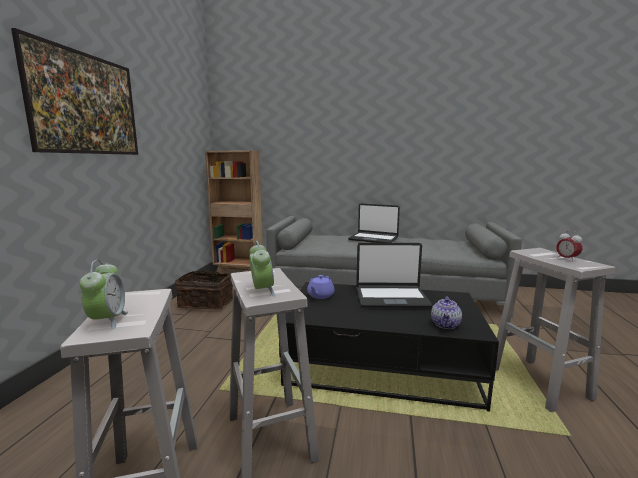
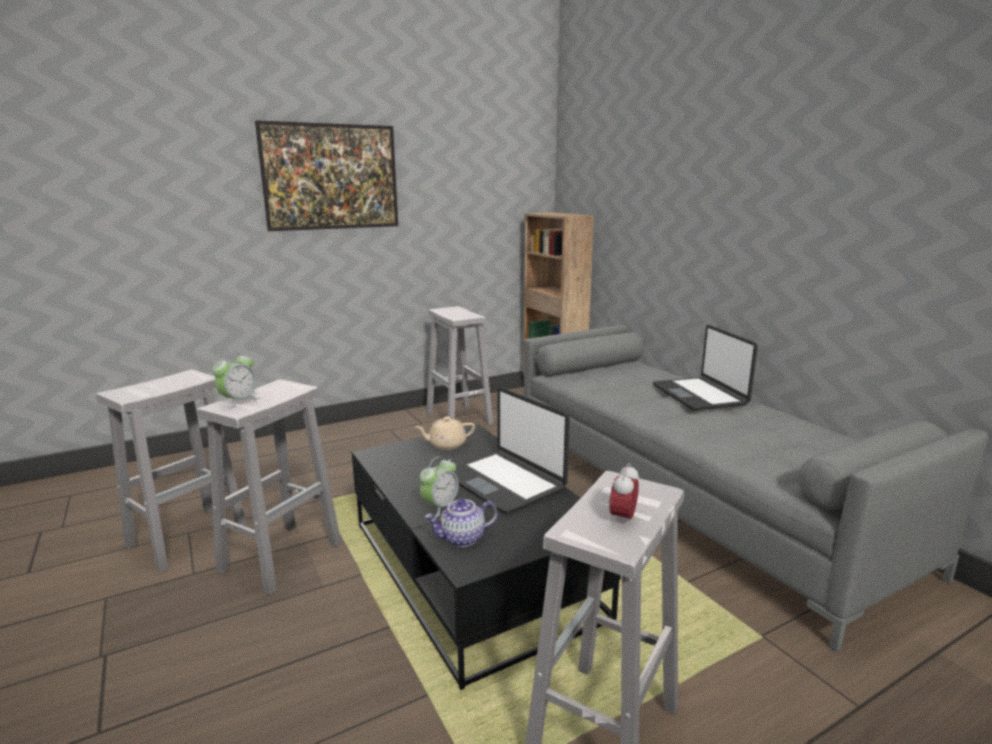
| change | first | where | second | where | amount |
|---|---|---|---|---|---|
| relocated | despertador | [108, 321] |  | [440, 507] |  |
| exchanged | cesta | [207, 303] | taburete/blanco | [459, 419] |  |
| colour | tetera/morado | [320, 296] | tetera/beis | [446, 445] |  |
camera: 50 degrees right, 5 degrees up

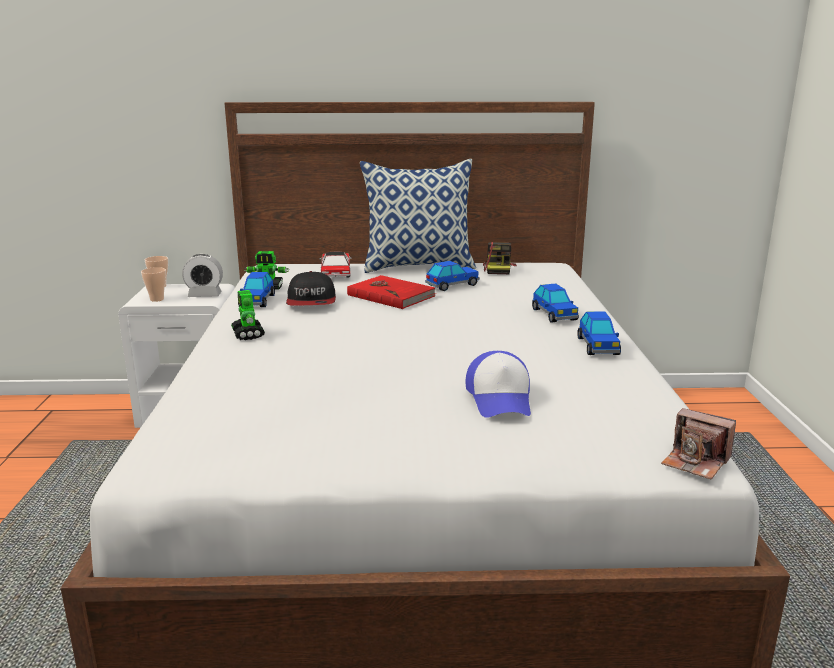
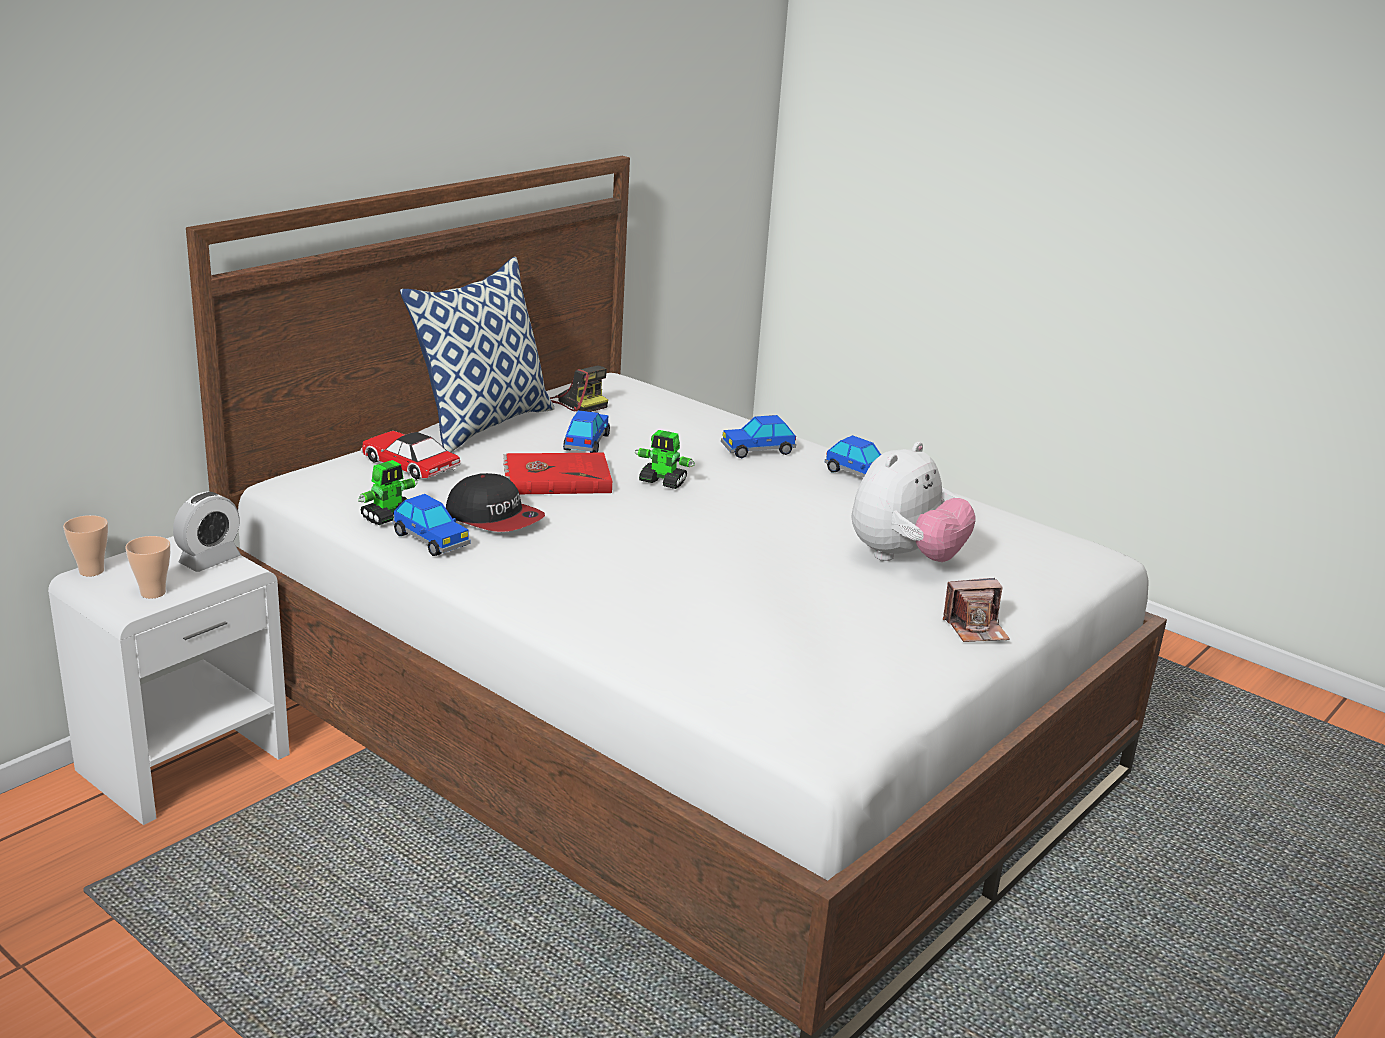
| change | first | where | second | where | amount |
|---|---|---|---|---|---|
| spun | coche de juguete | [554, 315] |  | [757, 450] | 135 degrees clockwise |
| relocated | robot de juguete | [248, 334] |  | [663, 482] |  |
| exchanged | gorra | [500, 399] | peluche | [904, 558] |  |
| relocated | cámara | [695, 462] |  | [975, 628] |  |
camera: 50 degrees left, 5 degrees up

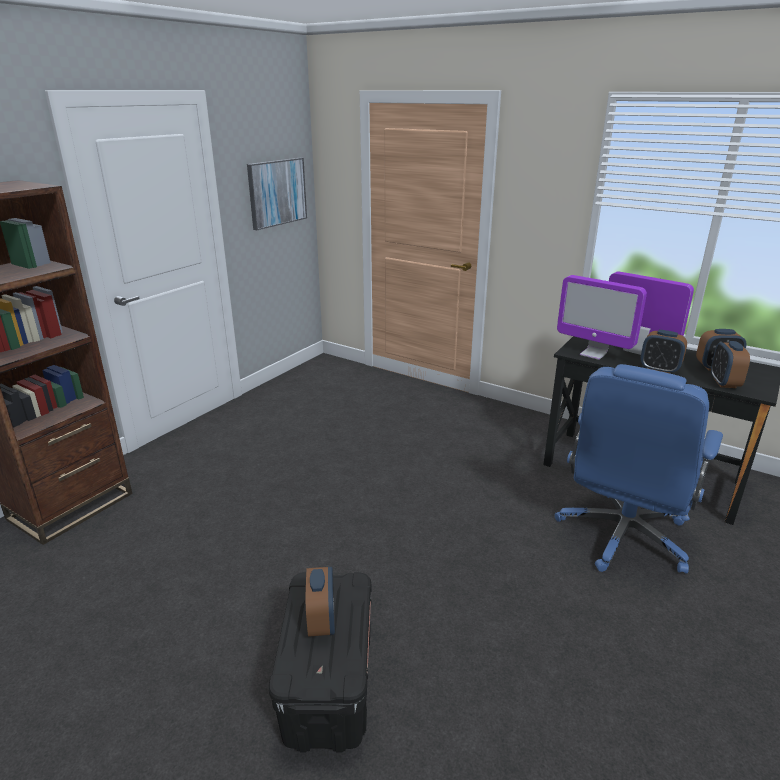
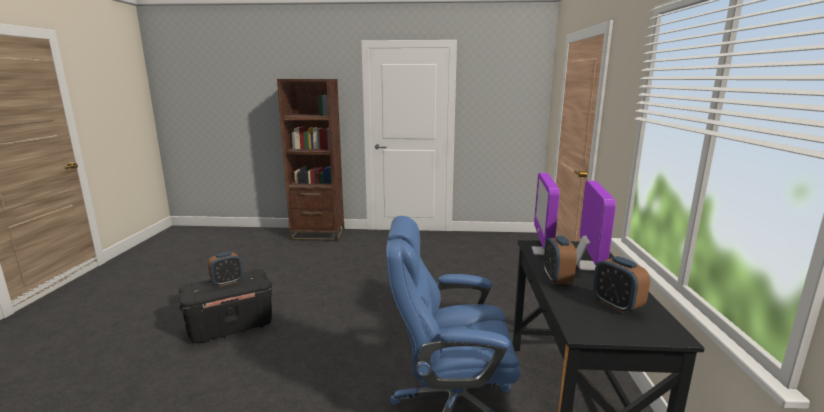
| change | first | where | second | where | amount |
|---|---|---|---|---|---|
| missing | cuadro | [277, 192] |  |  |  |
| missing | despertador | [724, 383] |  |  |  |
camera: 60 degrees right, 10 degrees down

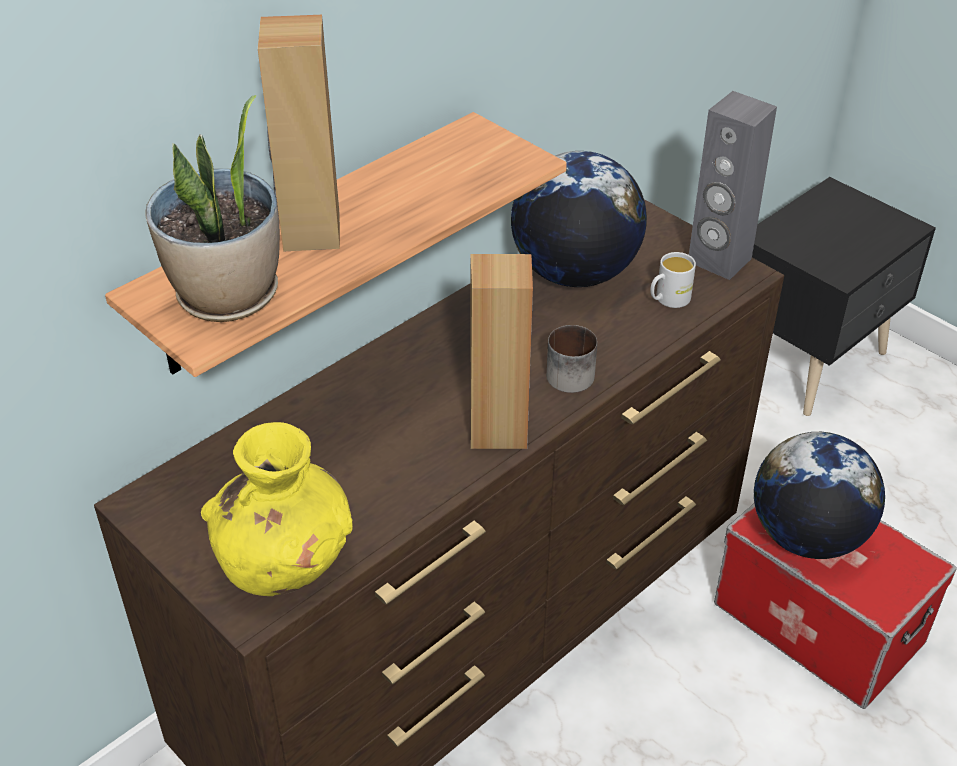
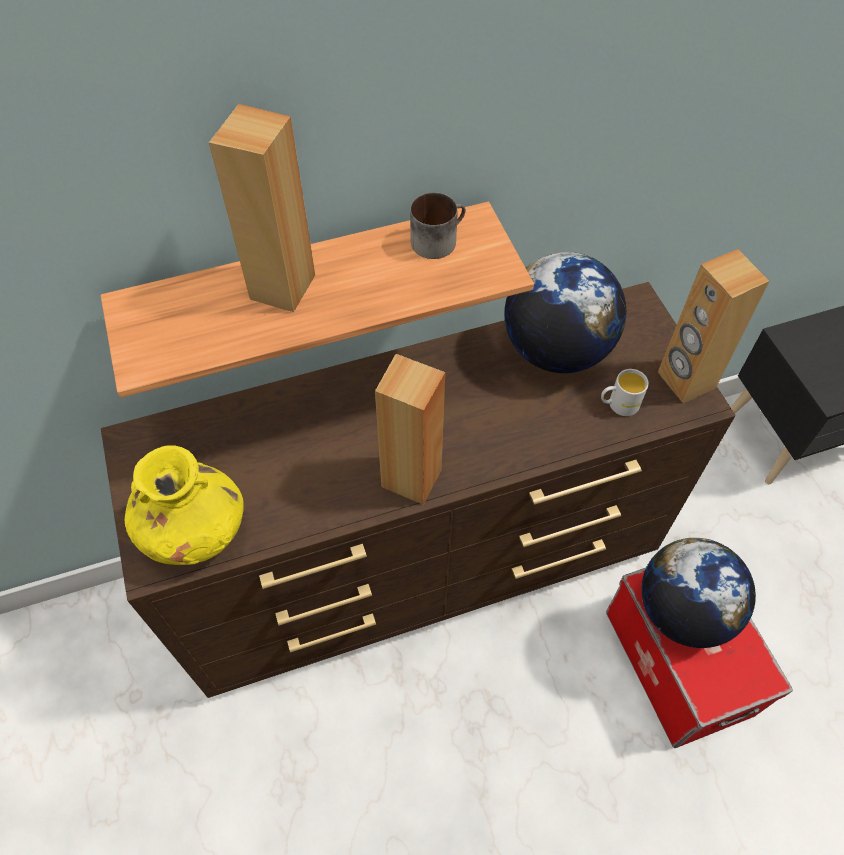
| change | first | where | second | where | amount |
|---|---|---|---|---|---|
| colour | altavoz/gris | [719, 260] | altavoz/marrón | [685, 380] |  |
| missing | planta en maceta | [228, 296] |  |  |  |
| relocated | taza grande | [571, 372] |  | [437, 239] |  |
camera: 25 degrees right, 15 degrees up

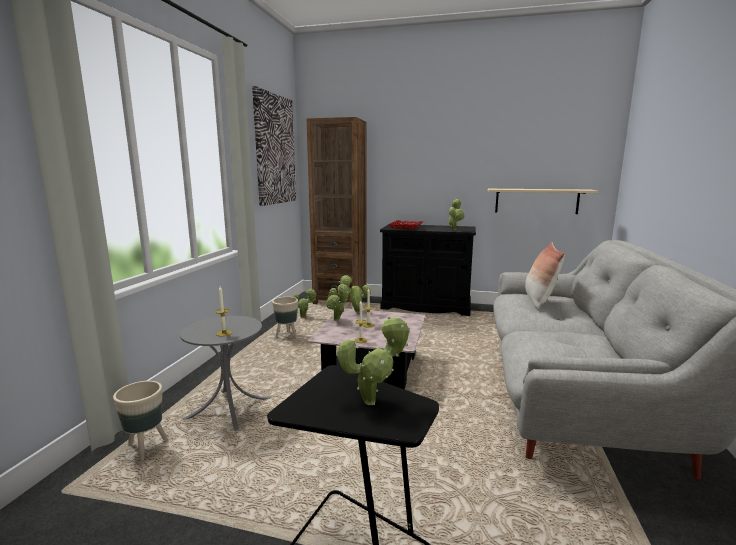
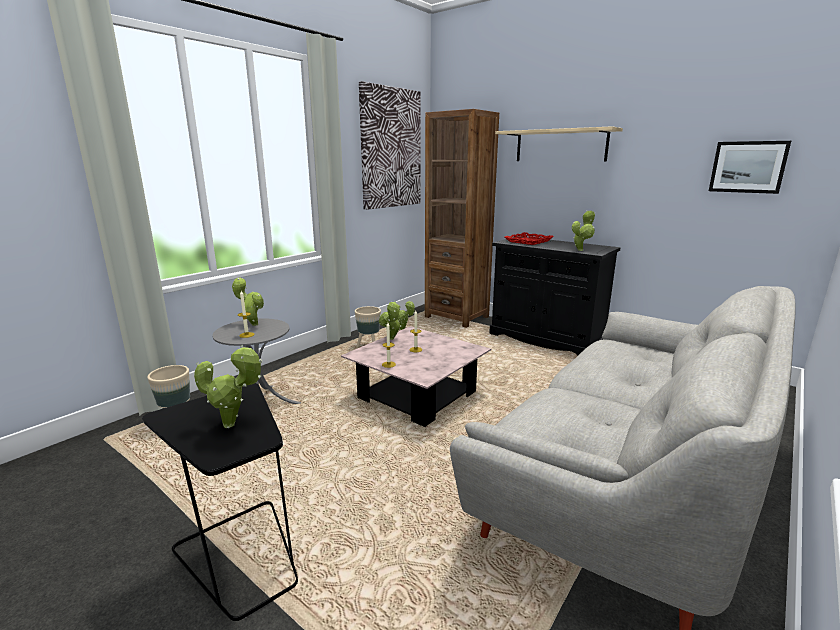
| change | first | where | second | where | amount |
|---|---|---|---|---|---|
| relocated | estante/beis | [536, 201] |  | [560, 146] |  |
| missing | cojín | [539, 300] |  |  |  |
| relocated | planta en maceta | [355, 312] |  | [253, 324] |  |
| appeared |  |  | cuadro | [748, 167] |  |
camera: 25 degrees right, 5 degrees up

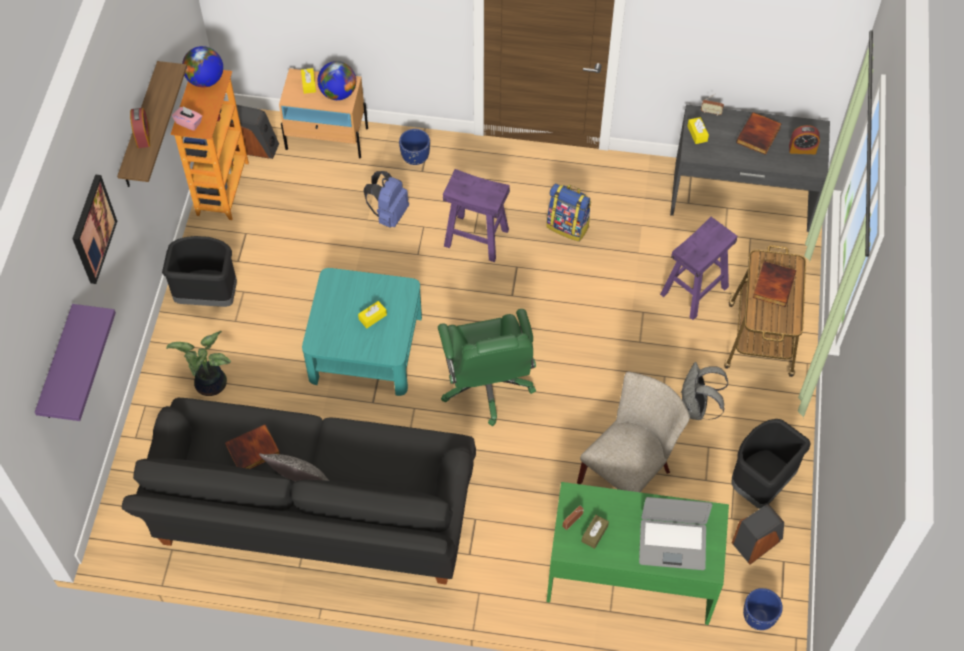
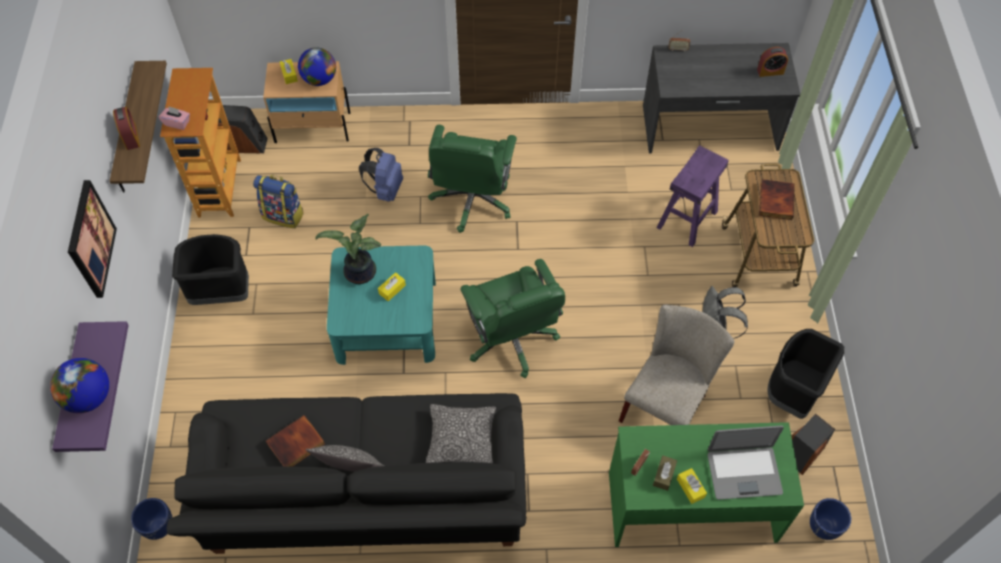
| change | first | where | second | where | amount |
|---|---|---|---|---|---|
| relocated | globo terráqueo | [205, 80] |  | [89, 397] |  |
| missing | libro | [759, 135] |  |  |  |
| relocated | caja de pañuelos/amarillo | [697, 134] |  | [690, 488] |  |
| relocated | maceta/azul | [415, 158] |  | [159, 526] |  |
| exchanged | taburete/morado | [476, 238] | silla de oficina/verde | [472, 200] |  |
| relocated | mochila | [568, 226] |  | [284, 215] |  |
| relocated | planta en maceta | [209, 385] |  | [358, 274] |  |
| appeared |  |  | cojín | [461, 439] |  |
camera: 10 degrees left, 0 degrees up

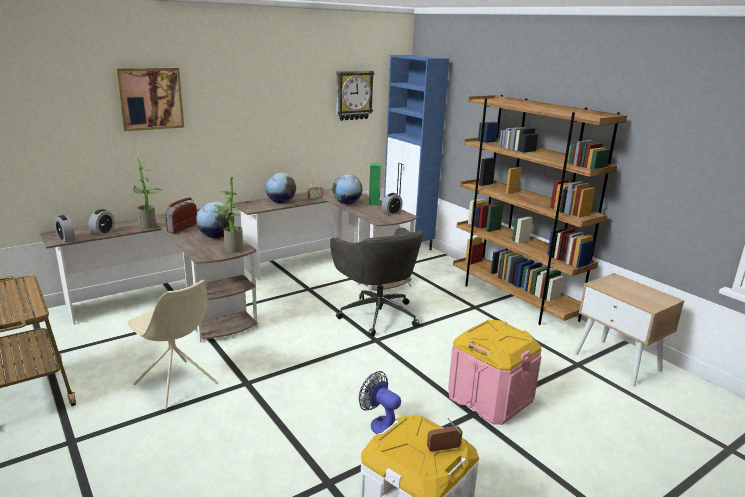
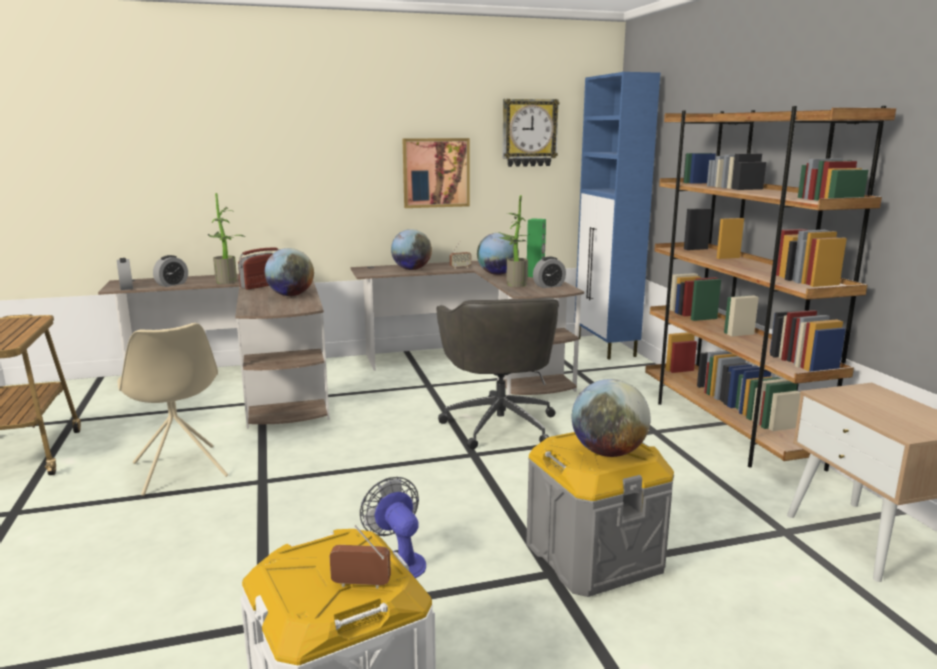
| change | first | where | second | where | amount |
|---|---|---|---|---|---|
| relocated | cuadro | [150, 98] |  | [436, 173] |  |
| relocated | planta en maceta | [231, 249] |  | [513, 284] |  |
| colour | caja de almacenaje/rosa | [490, 398] | caja de almacenaje/gris | [594, 556] |  |
| appeared |  |  | globo terráqueo | [608, 452] |  |
camera: 20 degrees right, 5 degrees down

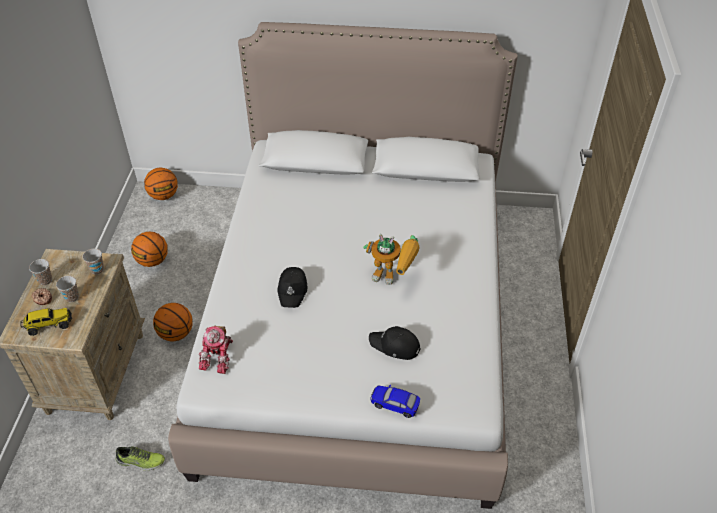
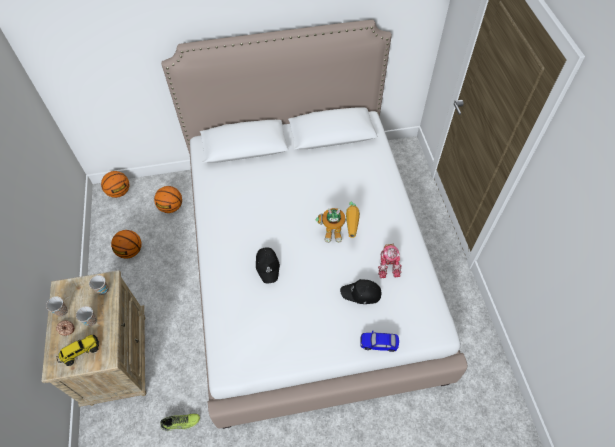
| change | first | where | second | where | amount |
|---|---|---|---|---|---|
| relocated | balón de baloncesto | [176, 333] |  | [171, 207] |  |
| relocated | robot de juguete | [219, 356] |  | [388, 264] |  |
camera: 15 degrees left, 10 degrees up

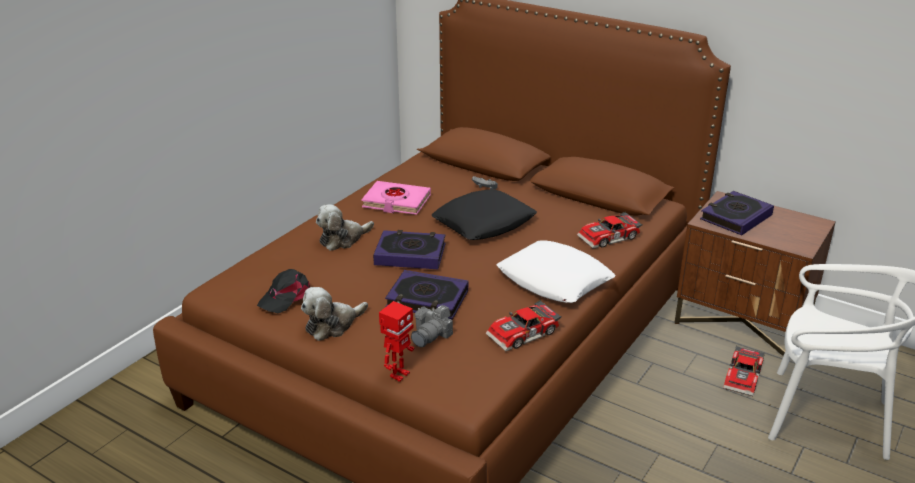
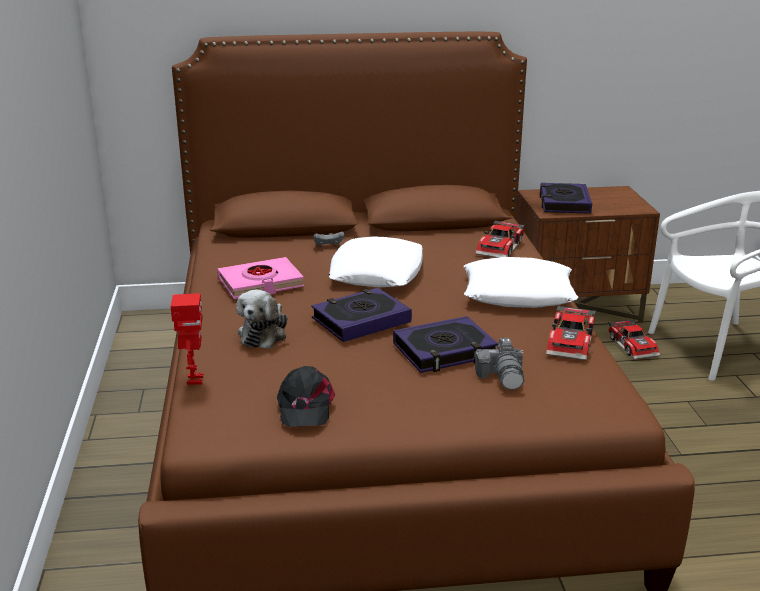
| change | first | where | second | where | amount |
|---|---|---|---|---|---|
| colour | cojín/negro | [483, 223] | cojín/blanco | [377, 272] |  |
| missing | peluche | [332, 325] |  |  |  |
| relocated | robot de juguete | [398, 374] |  | [194, 380] |  |
camera: 40 degrees left, 5 degrees down

